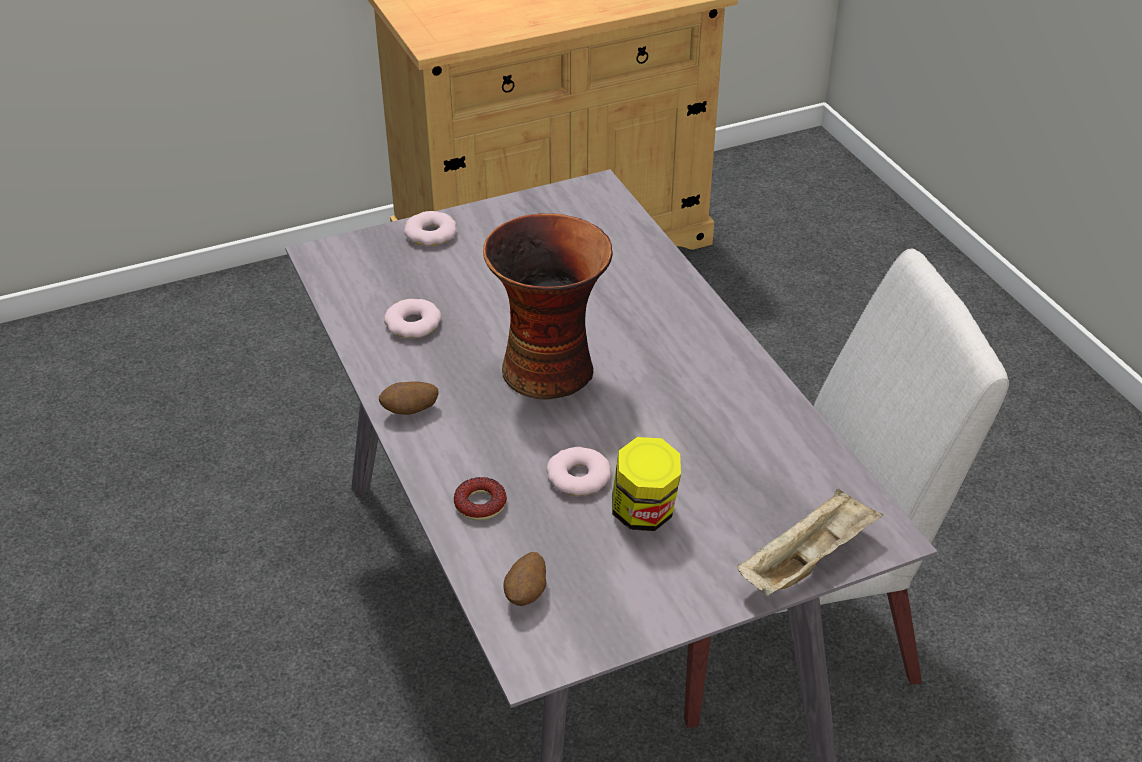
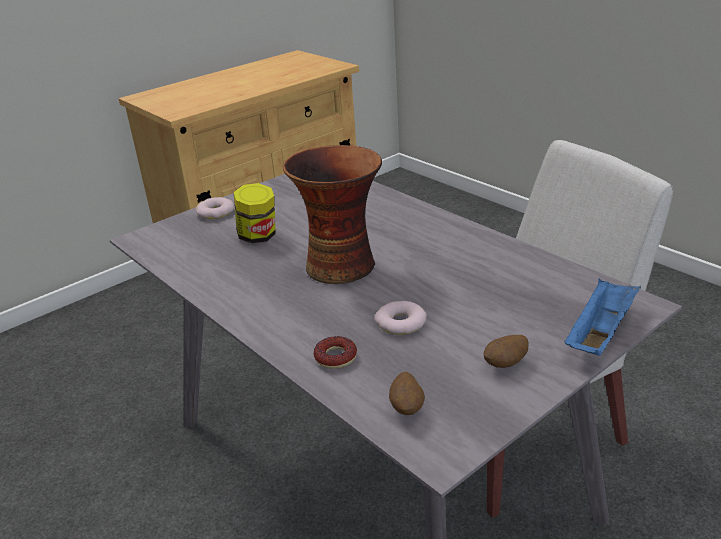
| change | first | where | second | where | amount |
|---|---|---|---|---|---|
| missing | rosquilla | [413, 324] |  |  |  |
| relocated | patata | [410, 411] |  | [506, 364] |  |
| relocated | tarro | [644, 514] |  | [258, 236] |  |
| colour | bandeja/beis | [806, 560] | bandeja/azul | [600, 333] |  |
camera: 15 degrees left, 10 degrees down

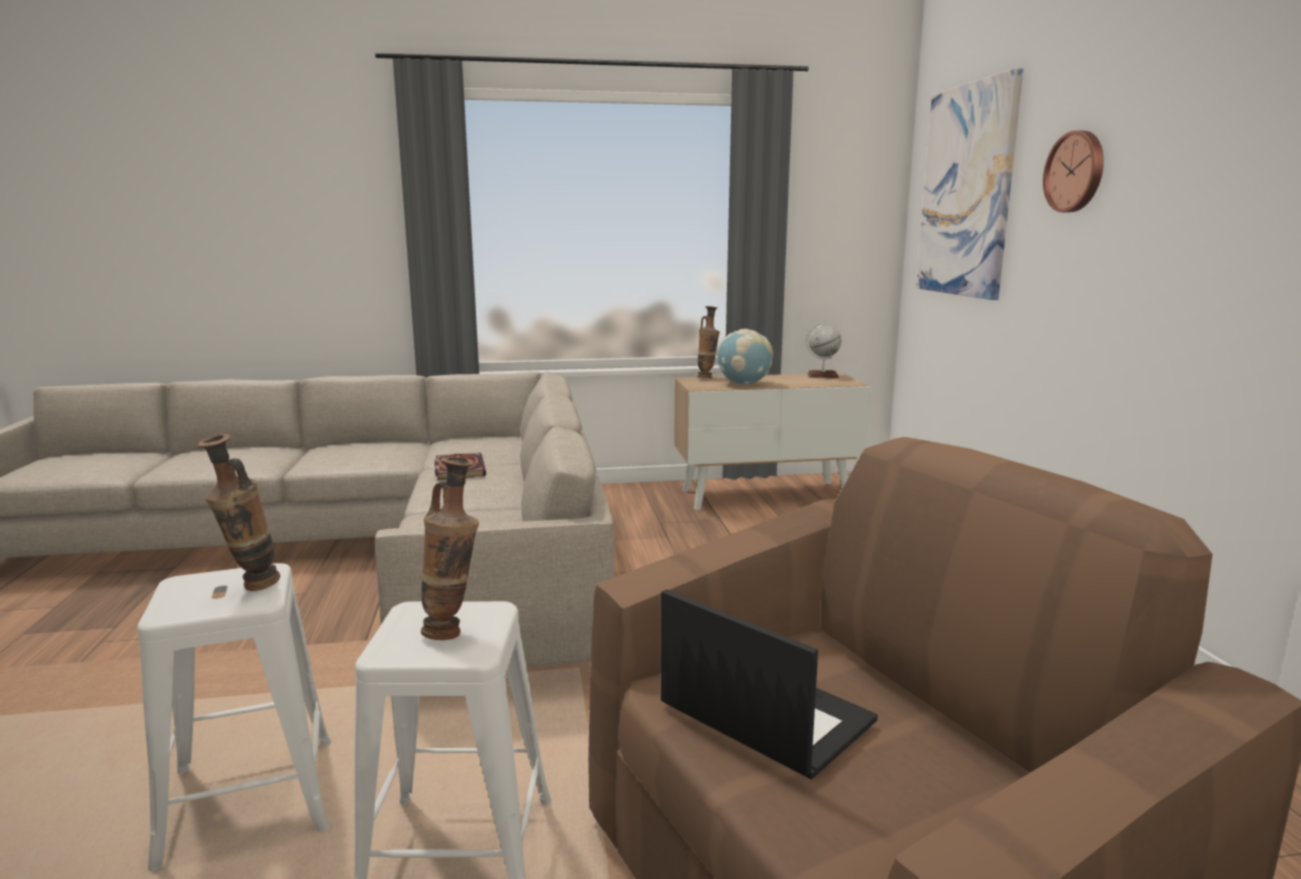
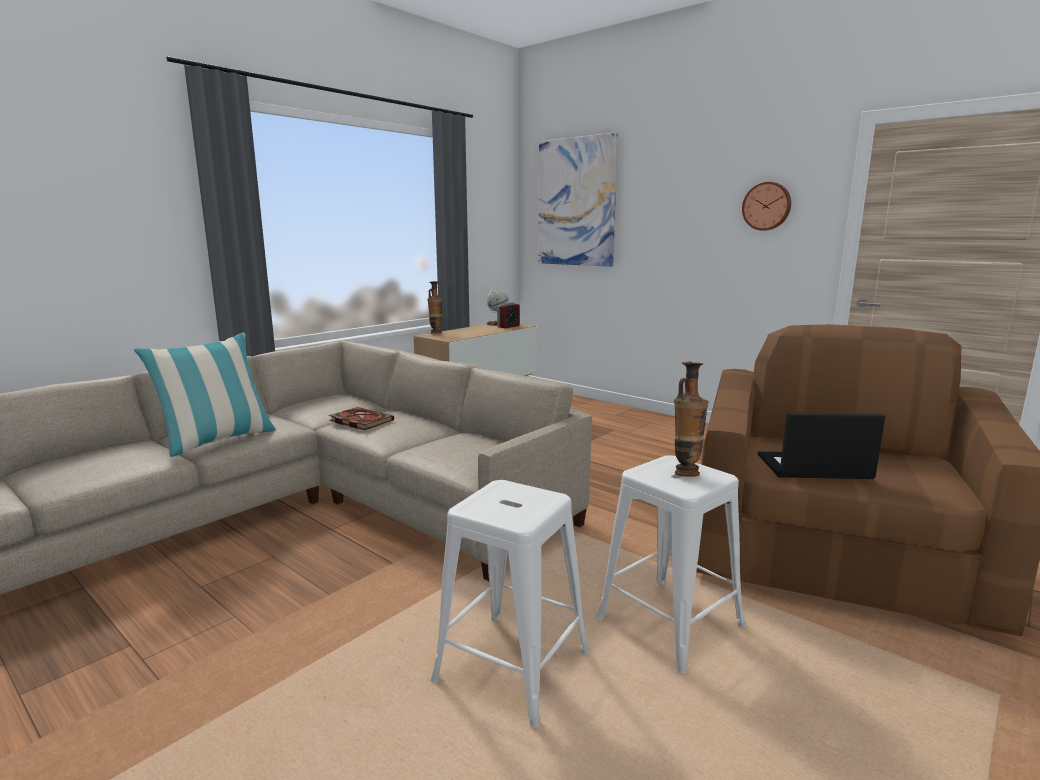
| change | first | where | second | where | amount |
|---|---|---|---|---|---|
| relocated | reloj de pared | [1076, 172] |  | [767, 206] |  |
| missing | globo terráqueo | [744, 384] |  |  |  |
| missing | florero | [250, 588] |  |  |  |
| appeared |  |  | despertador | [508, 326] |  |
| appeared |  |  | cojín | [217, 440] |  |
camera: 40 degrees left, 0 degrees up

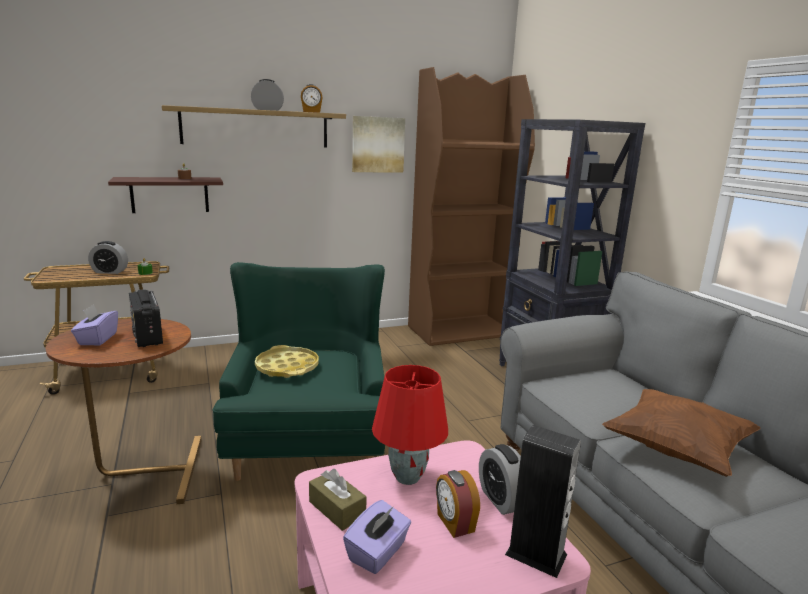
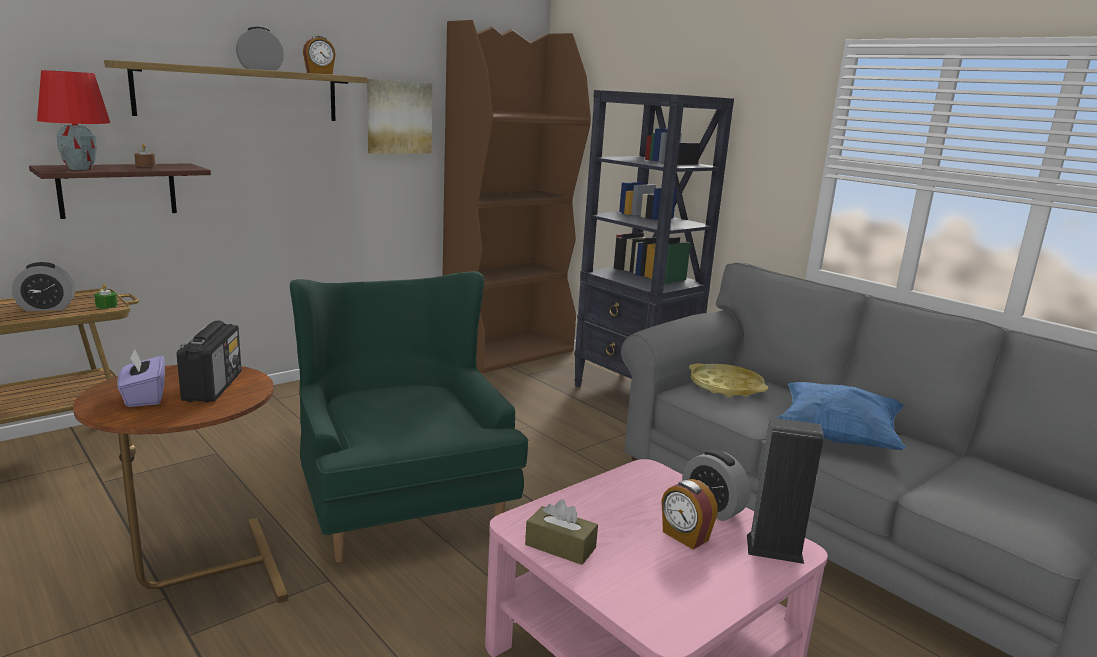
| change | first | where | second | where | amount |
|---|---|---|---|---|---|
| spun | radio | [147, 336] |  | [213, 386] | 135 degrees counterclockwise |
| relocated | bandeja/amarillo | [287, 367] |  | [726, 386] |  |
| relocated | lámpara de mesa/rojo | [407, 478] |  | [80, 169] |  |
| colour | cojín/marrón | [676, 450] | cojín/azul | [836, 437] |  |
| missing | caja de pañuelos/morado | [378, 552] |  |  |  |
camera: 20 degrees left, 0 degrees up

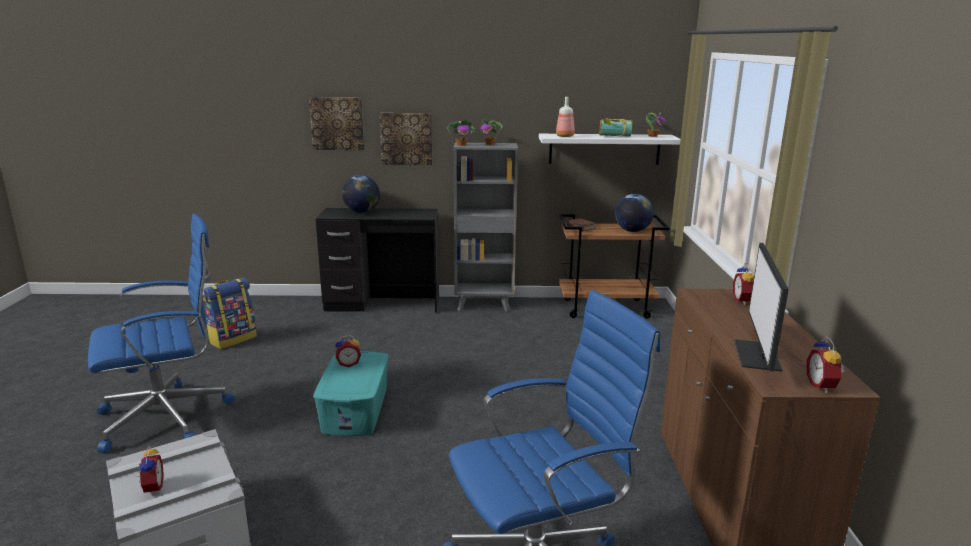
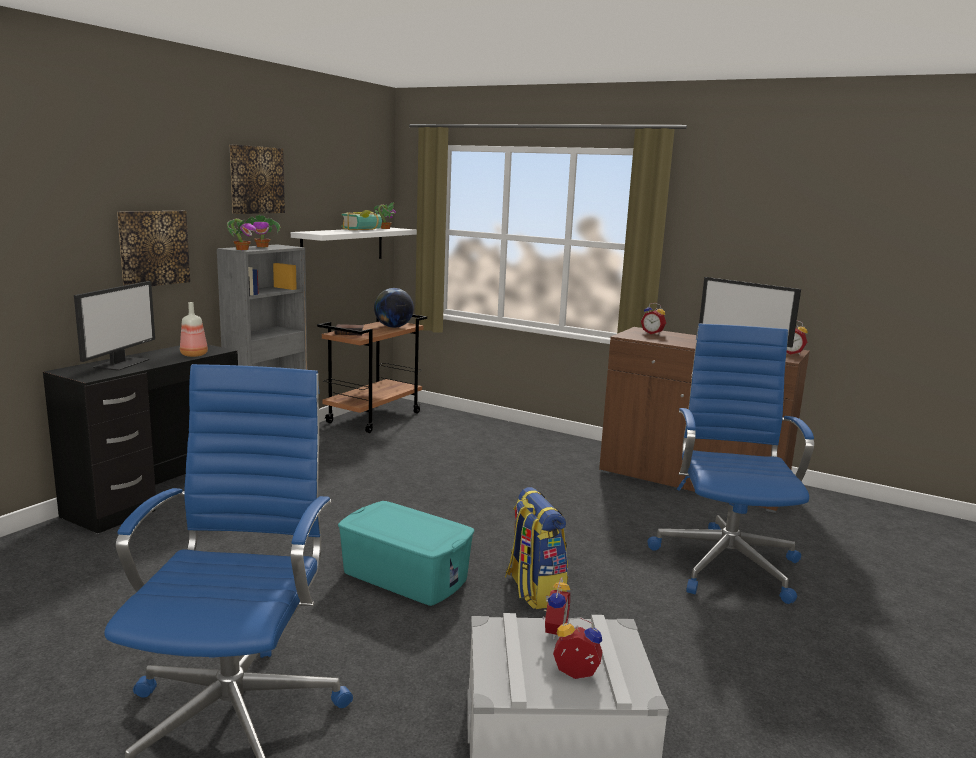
| change | first | where | second | where | amount |
|---|---|---|---|---|---|
| relocated | cuadro | [337, 123] |  | [256, 180] |  |
| relocated | botella | [565, 136] |  | [194, 355] |  |
| exchanged | globo terráqueo | [362, 212] | monitor | [120, 363] |  |
| relocated | mochila | [233, 339] |  | [534, 590] |  |
| relocated | despertador | [348, 364] |  | [553, 630] |  |
camera: 60 degrees left, 5 degrees down

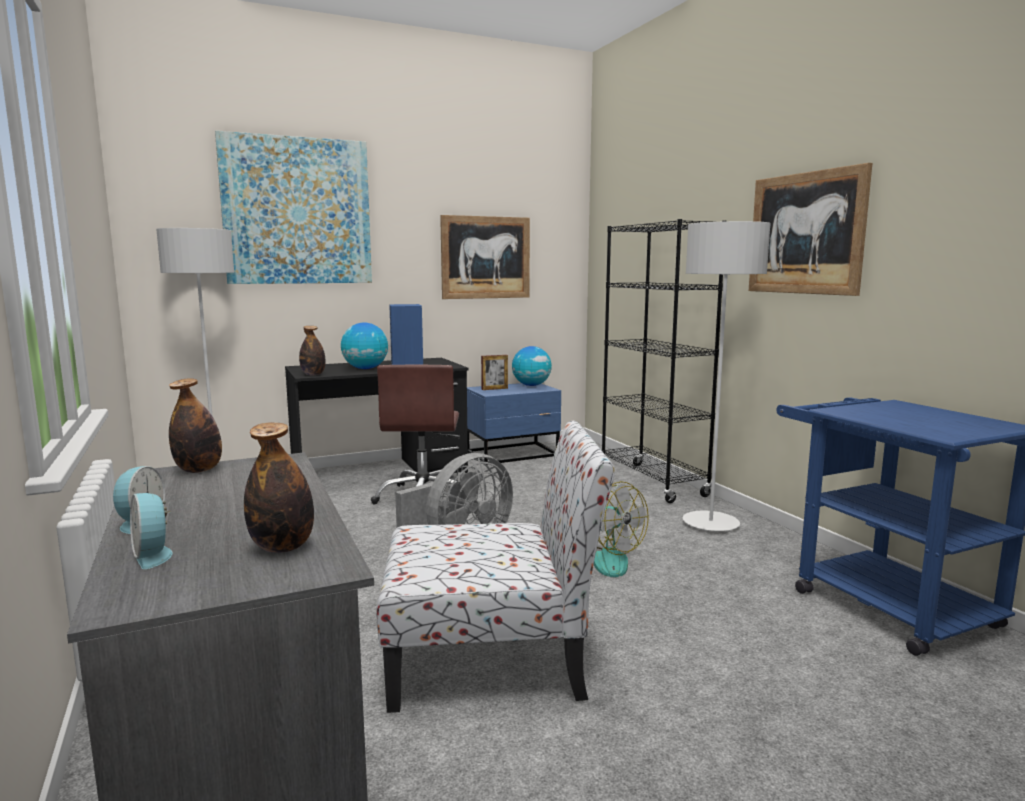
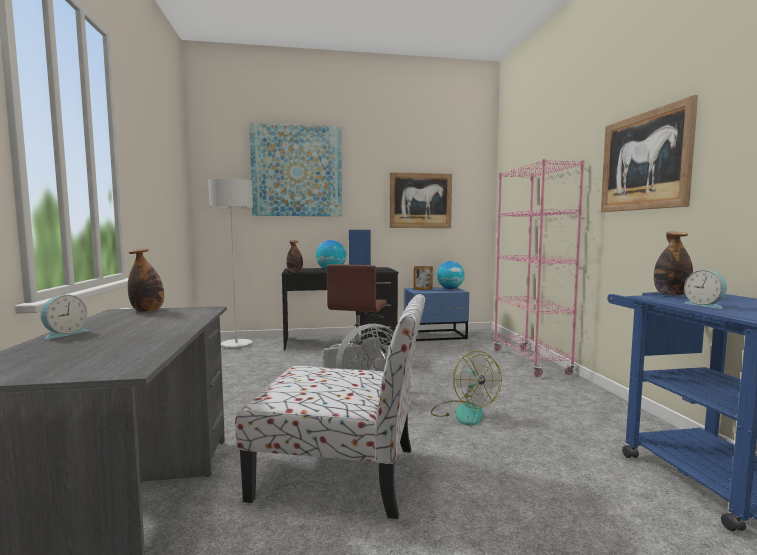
| change | first | where | second | where | amount |
|---|---|---|---|---|---|
| colour | estantería/negro | [652, 483] | estantería/rosa | [530, 361] |  |
| missing | lámpara de pie/gris | [710, 524] |  |  |  |
| relocated | botella | [282, 547] |  | [671, 294] |  |
| relocated | despertador | [153, 555] |  | [705, 305] |  |
camera: 15 degrees right, 5 degrees down

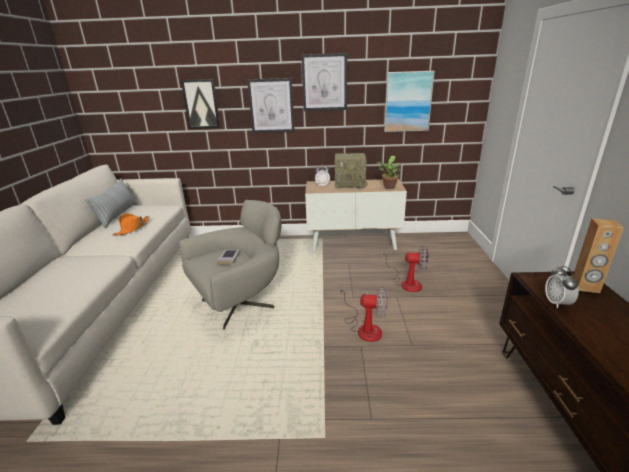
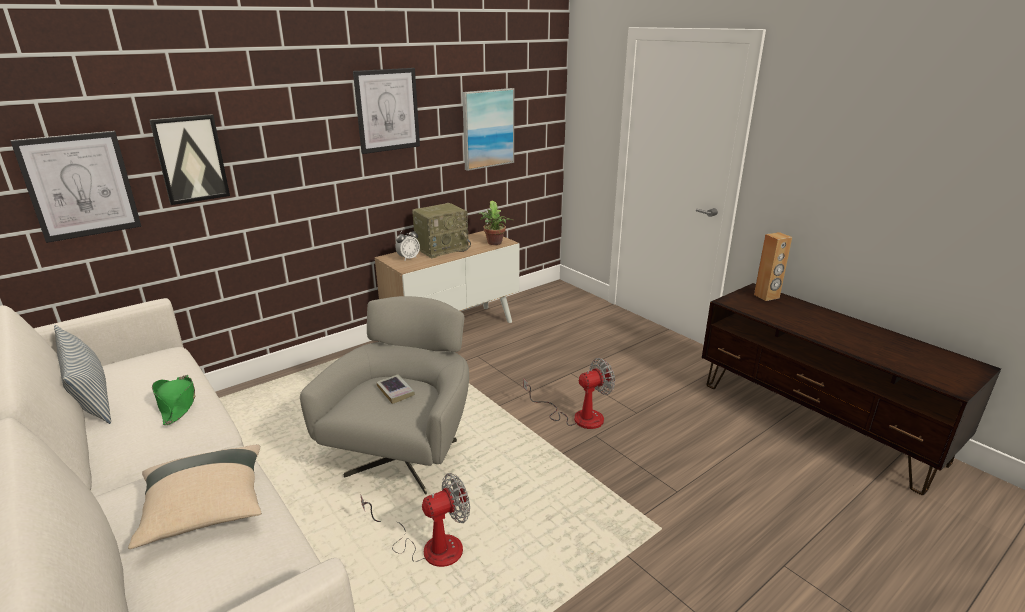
| change | first | where | second | where | amount |
|---|---|---|---|---|---|
| relocated | cuadro | [271, 106] |  | [80, 186] |  |
| colour | sombrero/naranja | [132, 228] | sombrero/verde | [177, 404] |  |
| relocated | ventilador | [406, 282] |  | [430, 547] |  |
| missing | despertador | [557, 303] |  |  |  |
| appeared |  |  | cojín/beis | [205, 510] |  |
camera: 40 degrees left, 0 degrees up

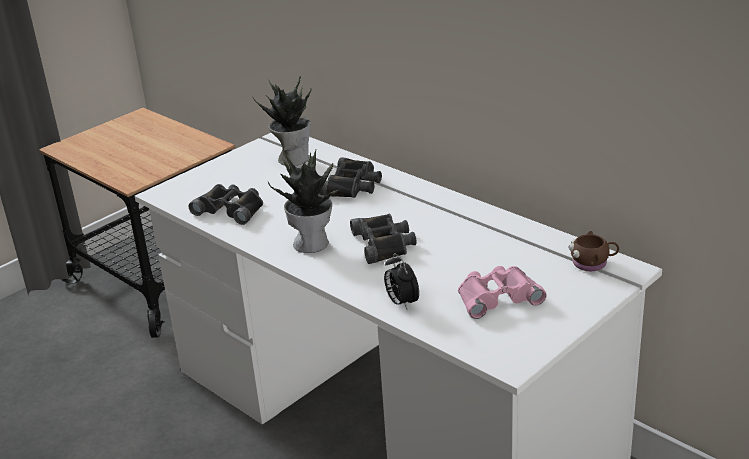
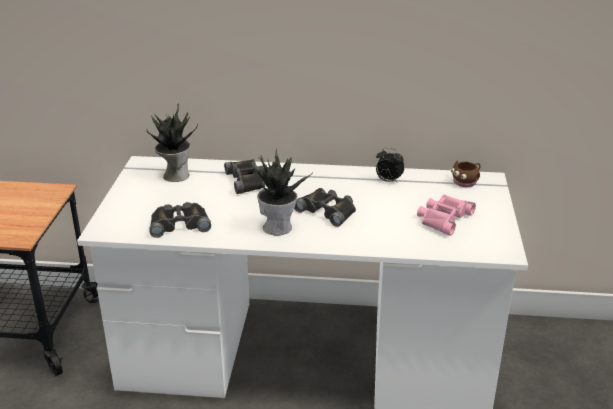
| change | first | where | second | where | amount |
|---|---|---|---|---|---|
| relocated | despertador | [401, 302] |  | [388, 181] |  |
camera: 40 degrees left, 0 degrees up

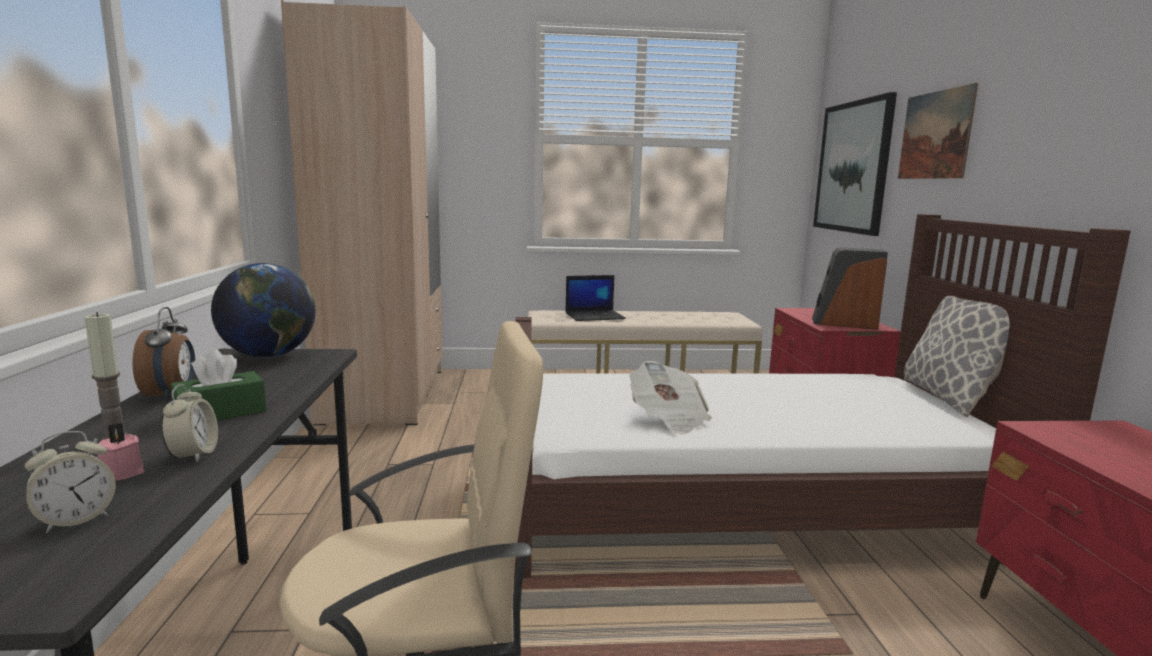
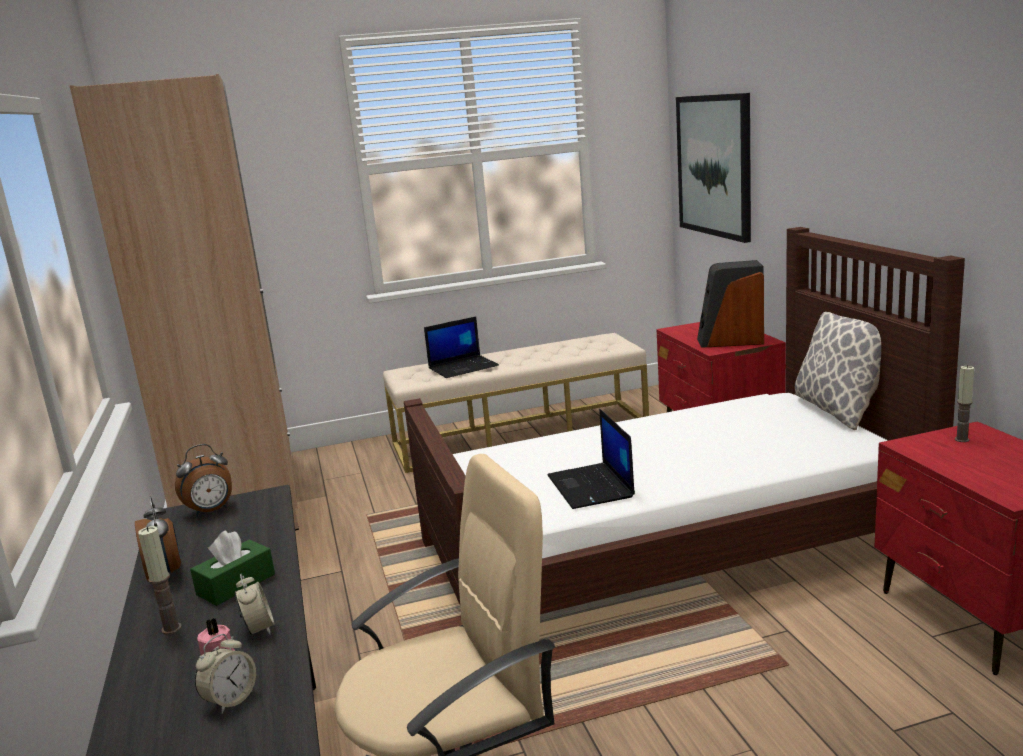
| change | first | where | second | where | amount |
|---|---|---|---|---|---|
| missing | cuadro | [935, 135] |  |  |  |
| exchanged | globo terráqueo | [269, 356] | despertador | [211, 511] |  |
| exchanged | periódico | [668, 418] | portátil | [591, 487] |  |
| appeared |  |  | vela | [962, 439] |  |
camera: 10 degrees left, 5 degrees up

